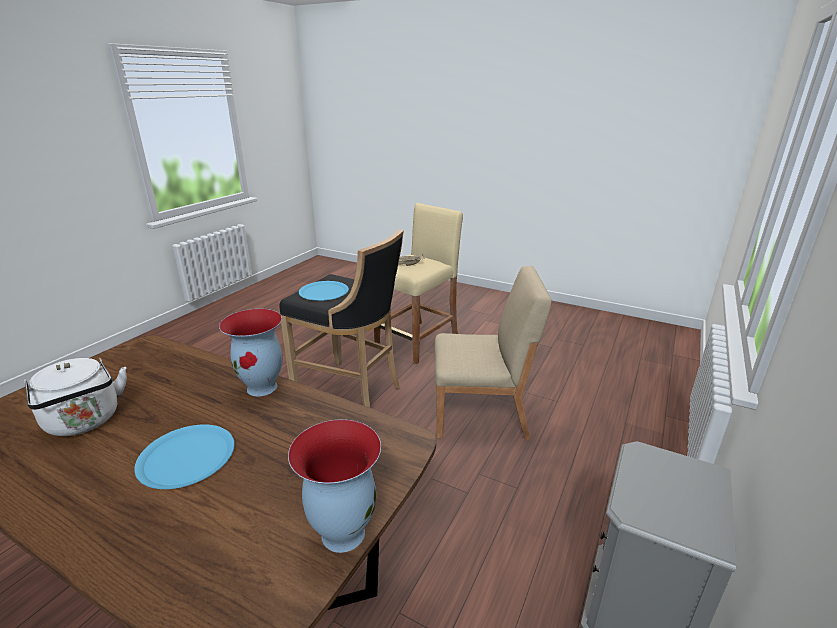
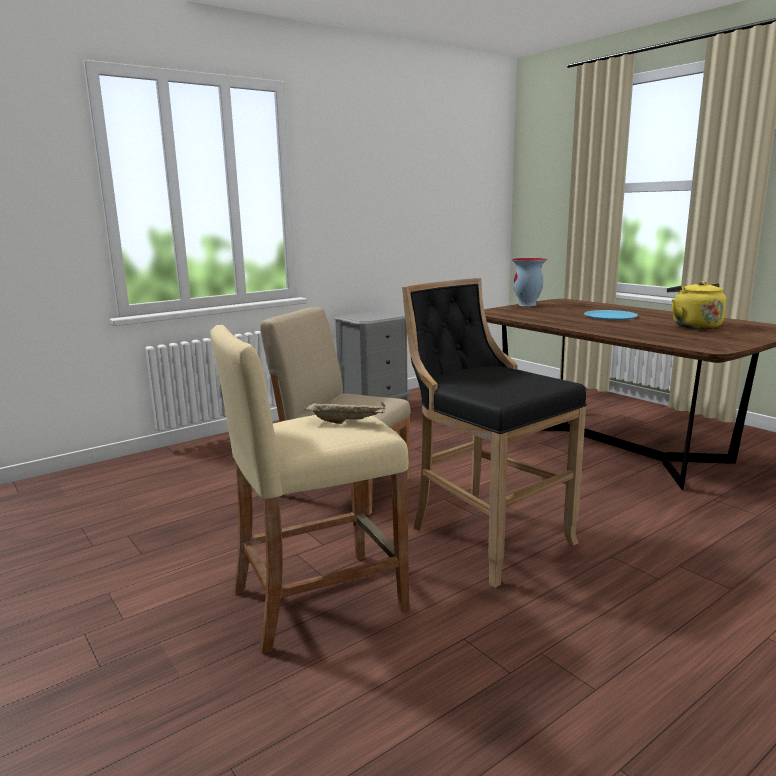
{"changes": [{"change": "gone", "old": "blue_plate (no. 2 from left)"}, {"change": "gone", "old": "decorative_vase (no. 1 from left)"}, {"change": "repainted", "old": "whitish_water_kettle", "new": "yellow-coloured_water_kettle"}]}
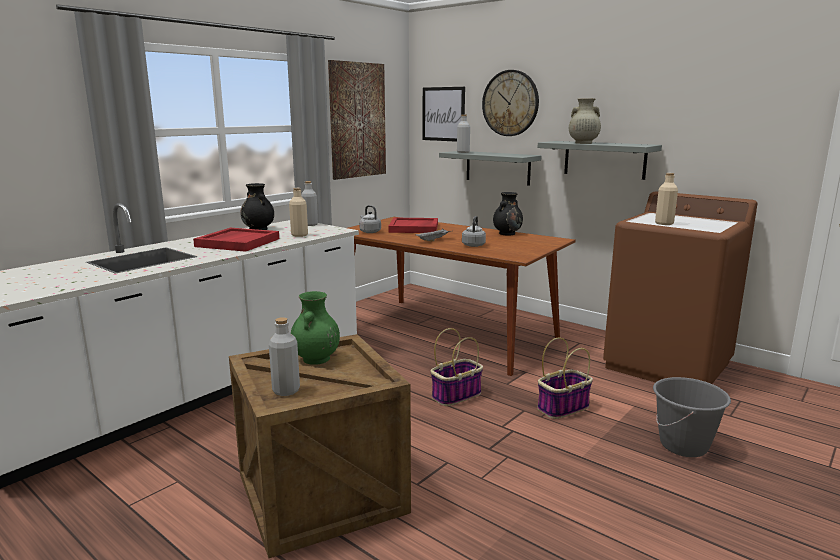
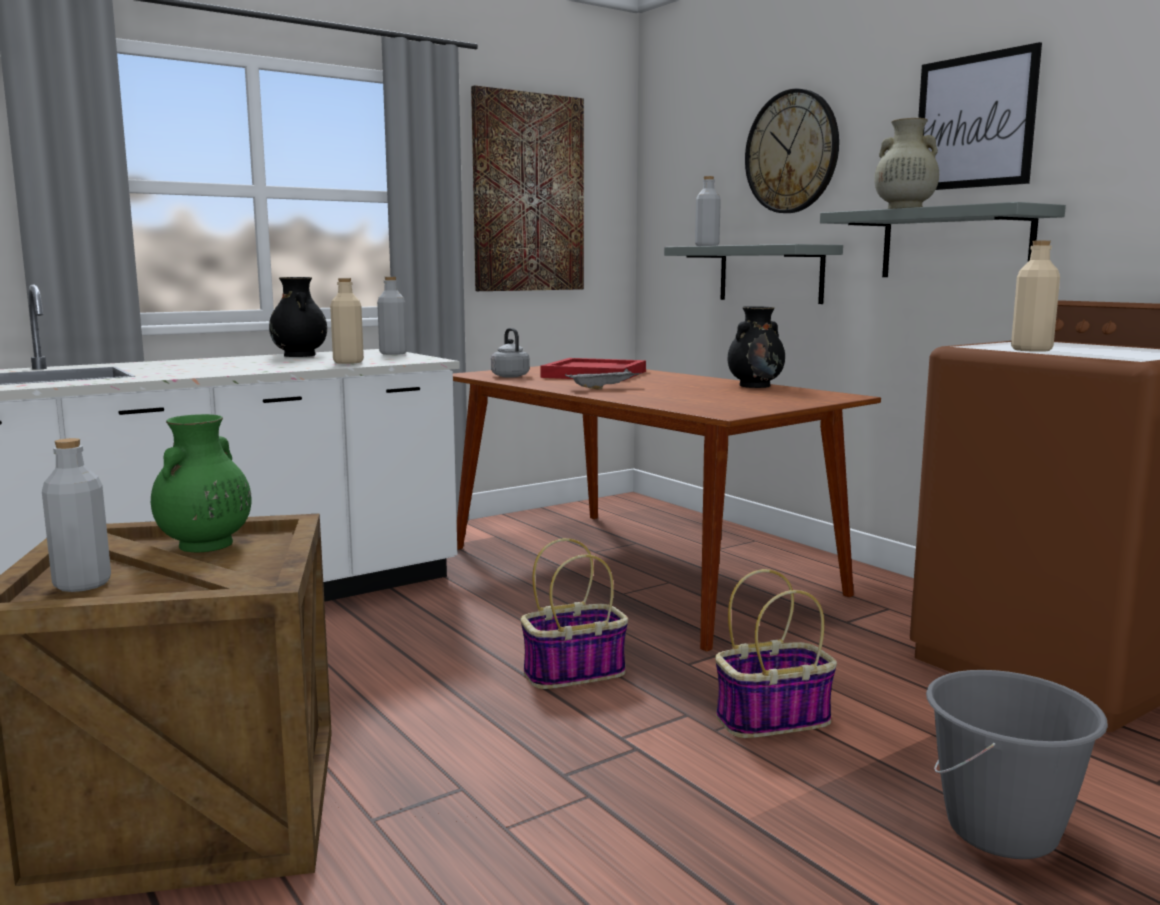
{"changes": [{"change": "shifted", "old": "wall_picture (no. 2 from left)"}, {"change": "gone", "old": "grey_water_kettle (no. 2 from left)"}, {"change": "gone", "old": "red_serving_tray (no. 1 from left)"}]}
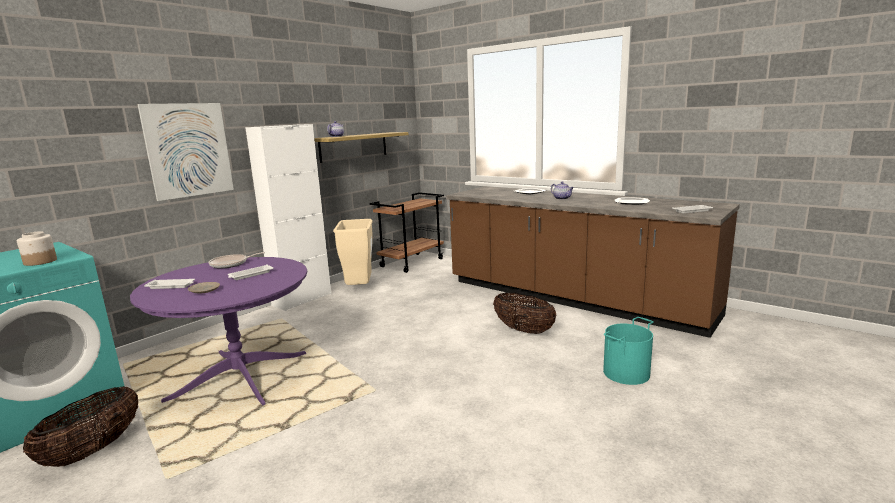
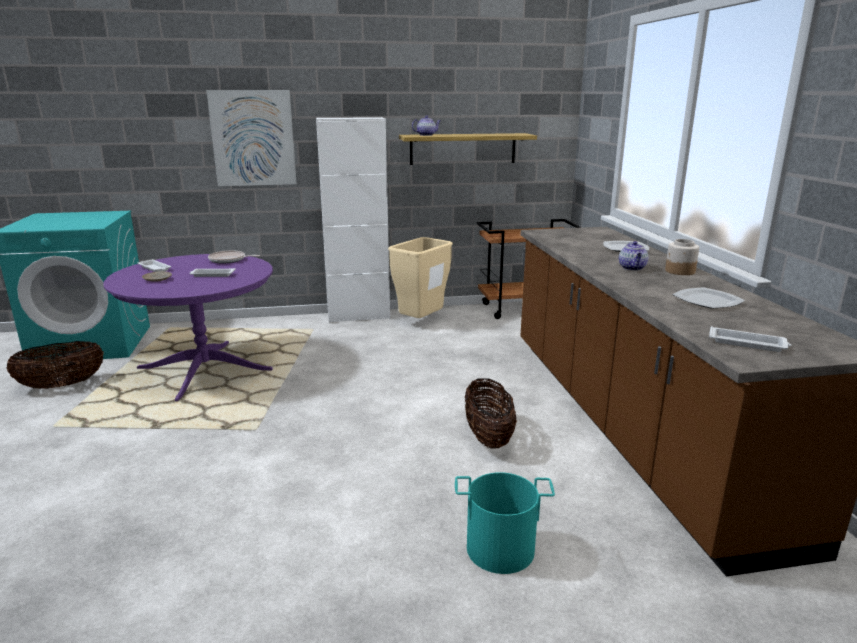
{"changes": [{"change": "shifted", "old": "jar"}]}
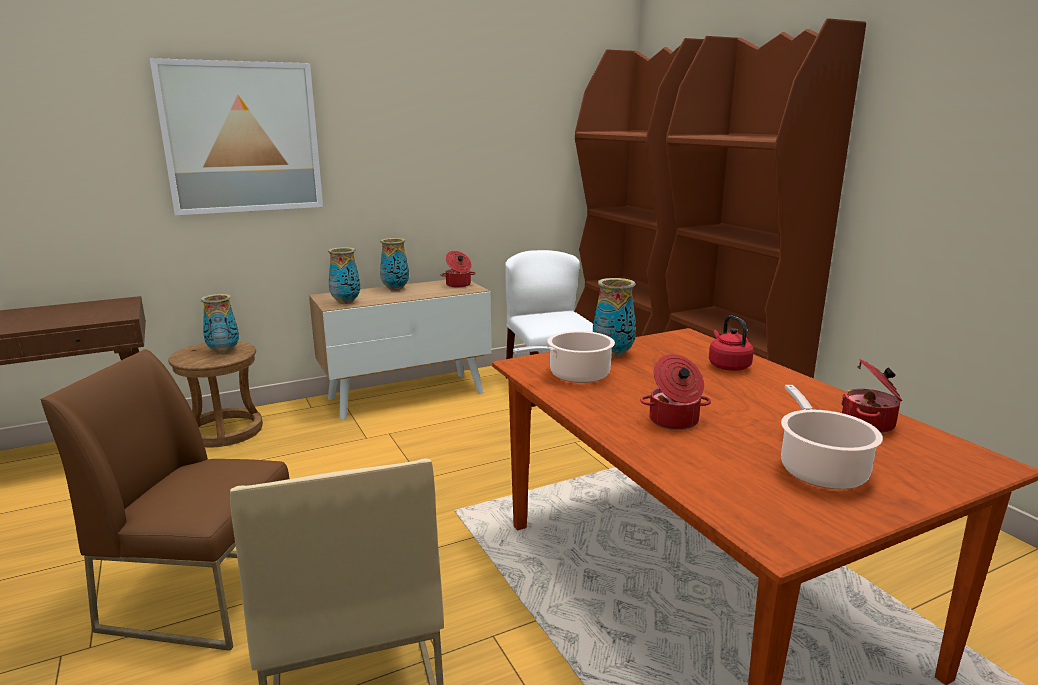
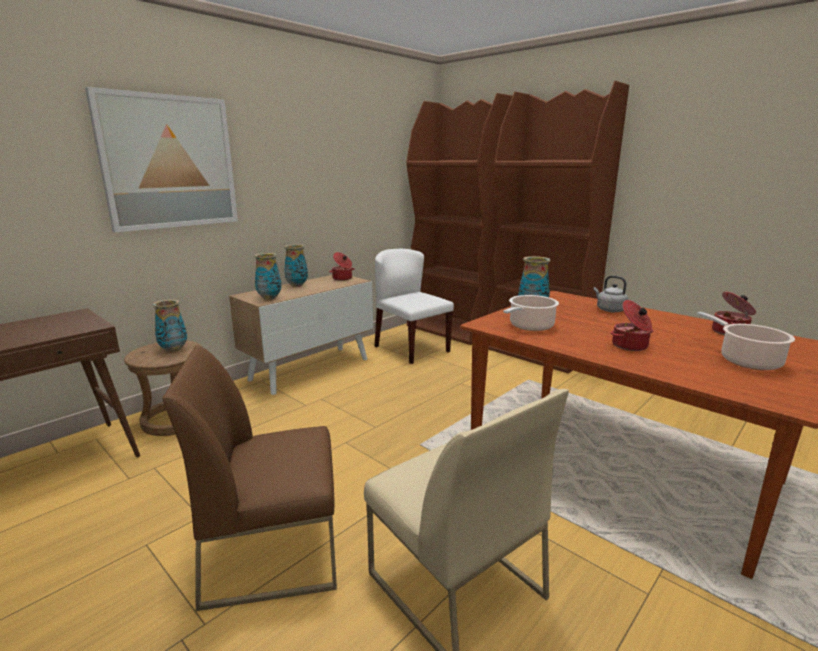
{"changes": [{"change": "repainted", "old": "red_water_kettle", "new": "grey_water_kettle"}]}
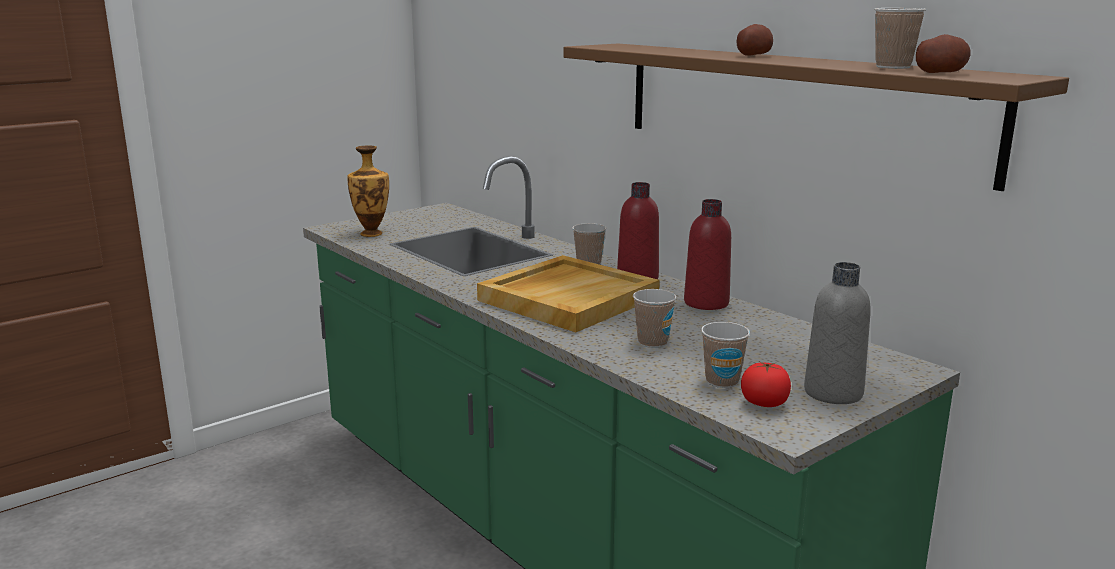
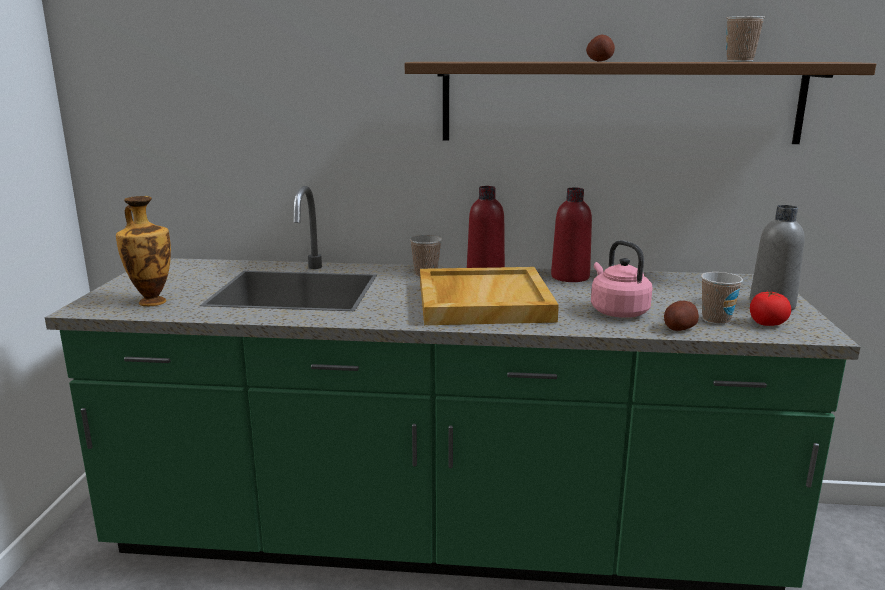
{"changes": [{"change": "shifted", "old": "potato (no. 2 from left)"}, {"change": "swapped", "old": "drinking_cup (no. 2 from left)", "new": "pinkish_water_kettle"}]}
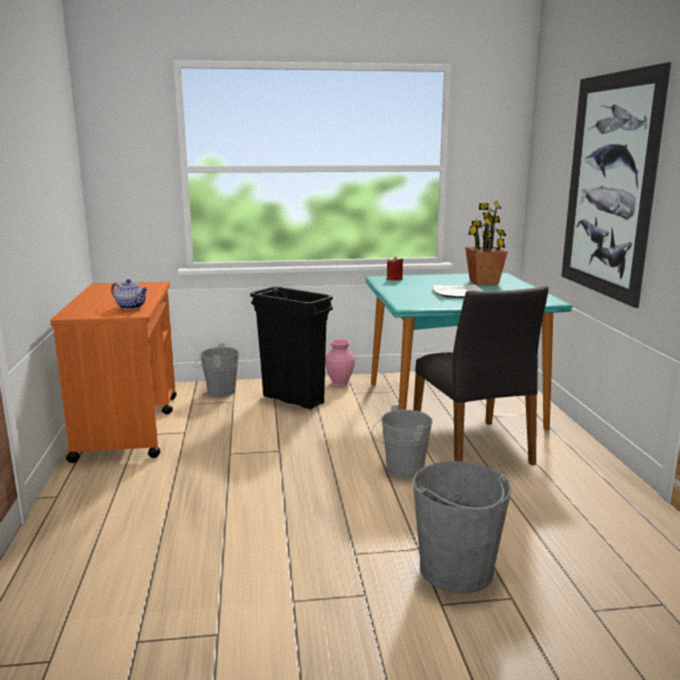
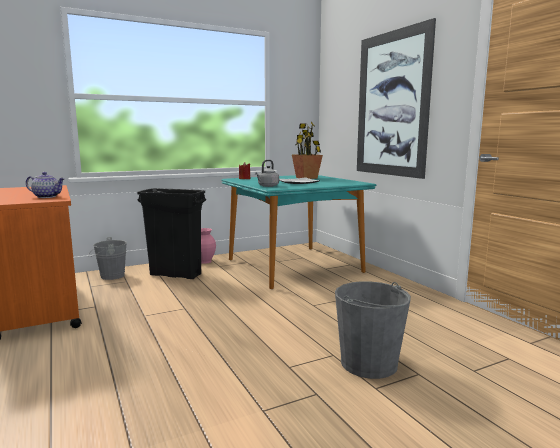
{"changes": [{"change": "gone", "old": "grey_upright_chair"}, {"change": "gone", "old": "grey_water_bucket (no. 2 from left)"}, {"change": "new", "new": "grey_water_kettle"}]}
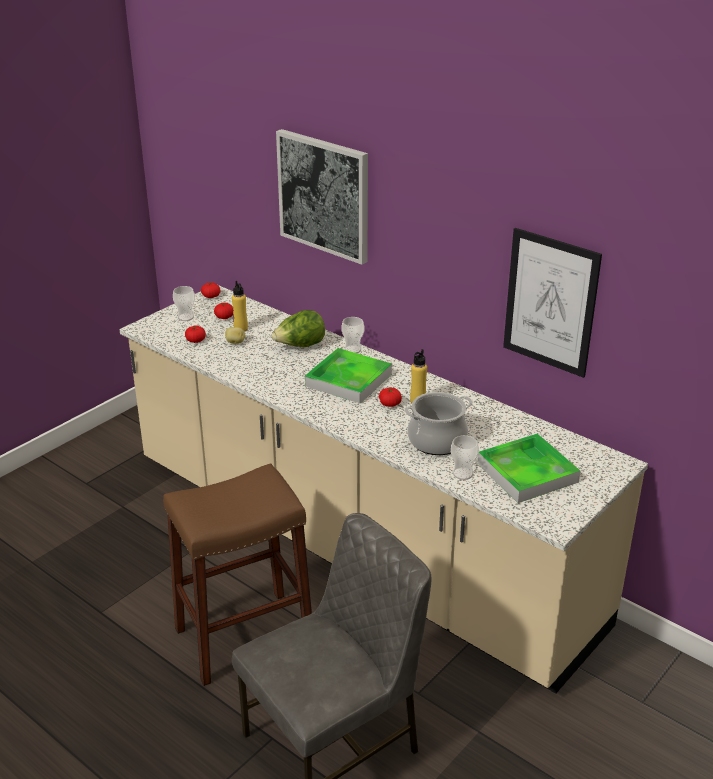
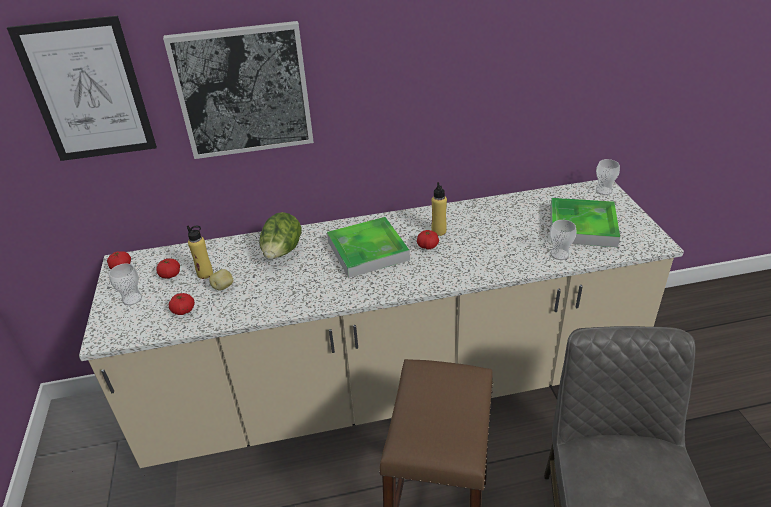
{"changes": [{"change": "shifted", "old": "wall_picture (no. 2 from left in the first image)", "new": "wall_picture (no. 1 from left)"}, {"change": "shifted", "old": "drinking_cup (no. 2 from left in the first image)", "new": "drinking_cup (no. 3 from left)"}, {"change": "gone", "old": "cooking_pot"}]}
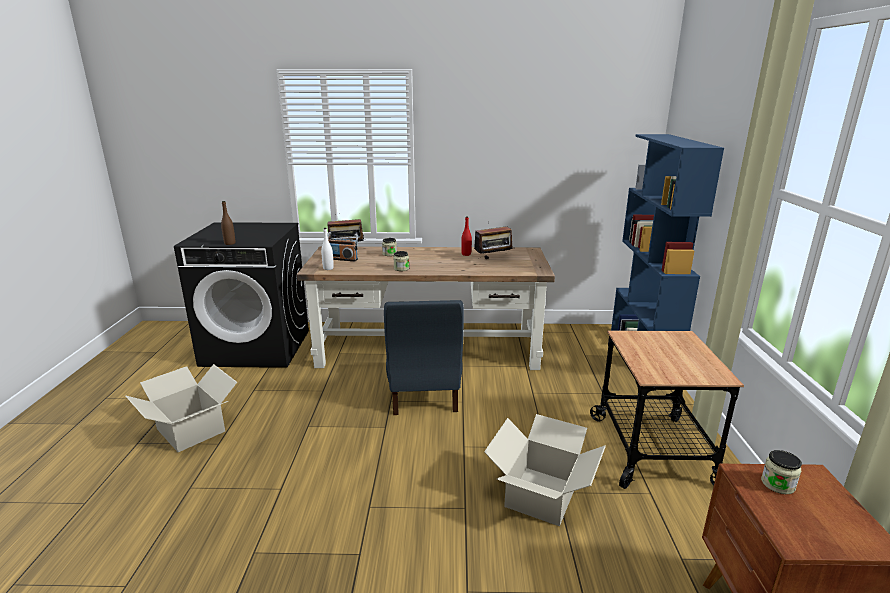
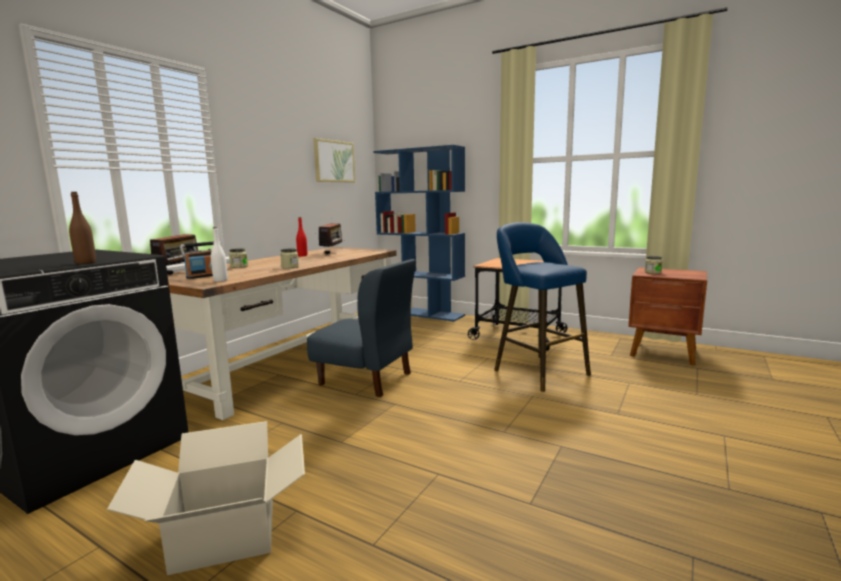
{"changes": [{"change": "swapped", "old": "carton (no. 2 from left)", "new": "blue_stool_seat"}, {"change": "new", "new": "wall_picture"}]}
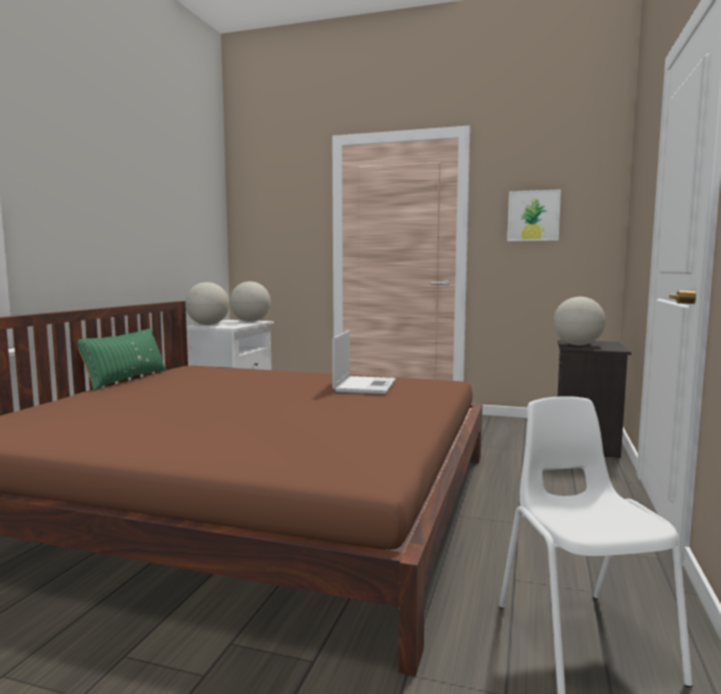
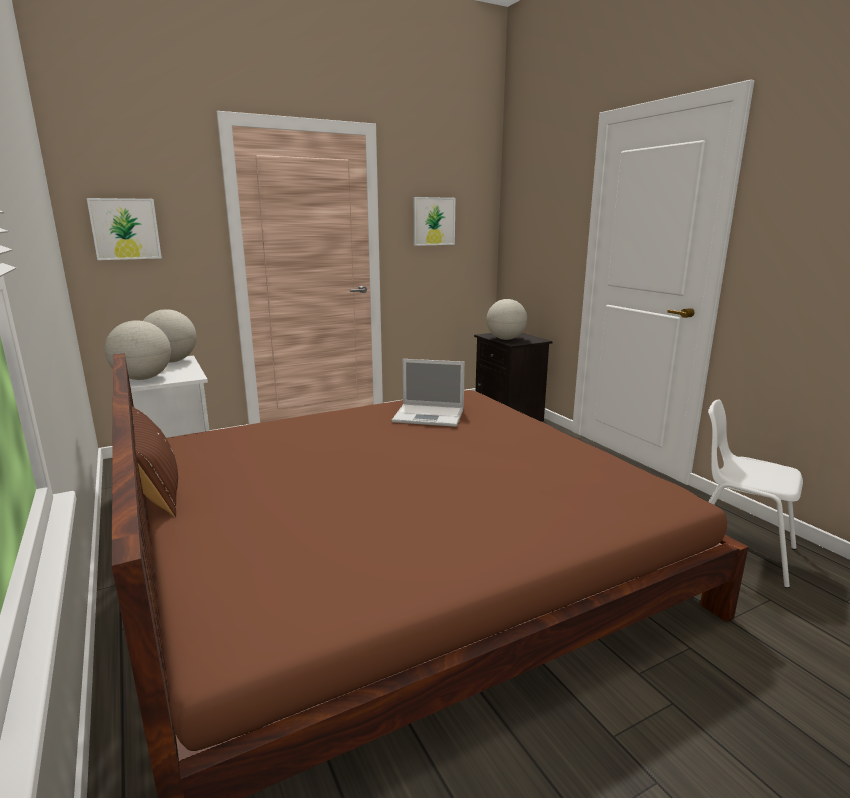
{"changes": [{"change": "repainted", "old": "green_throw_pillow", "new": "brown-coloured_throw_pillow"}, {"change": "rotated", "old": "portable_computer", "degrees": 135}, {"change": "new", "new": "wall_picture (no. 1 from left)"}]}
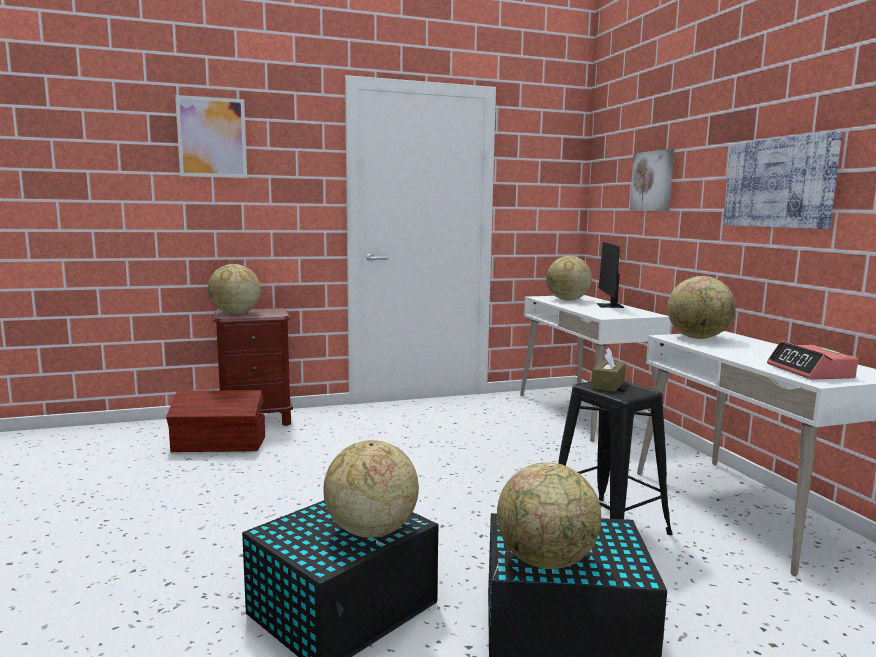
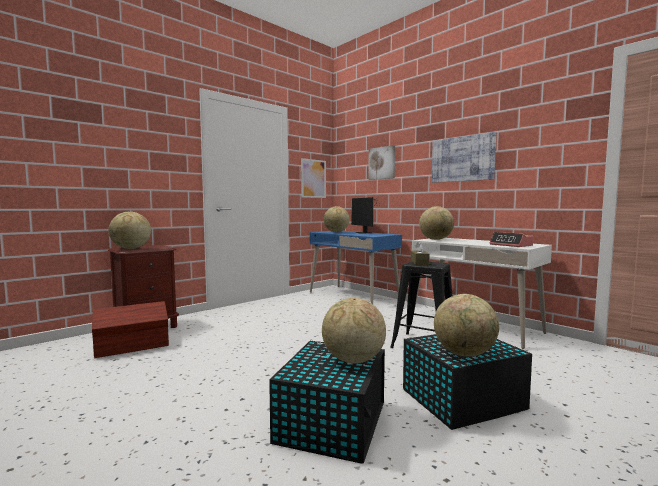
{"changes": [{"change": "shifted", "old": "wall_picture (no. 1 from left)"}, {"change": "repainted", "old": "whitish_desk (no. 1 from left)", "new": "blue_desk"}]}
